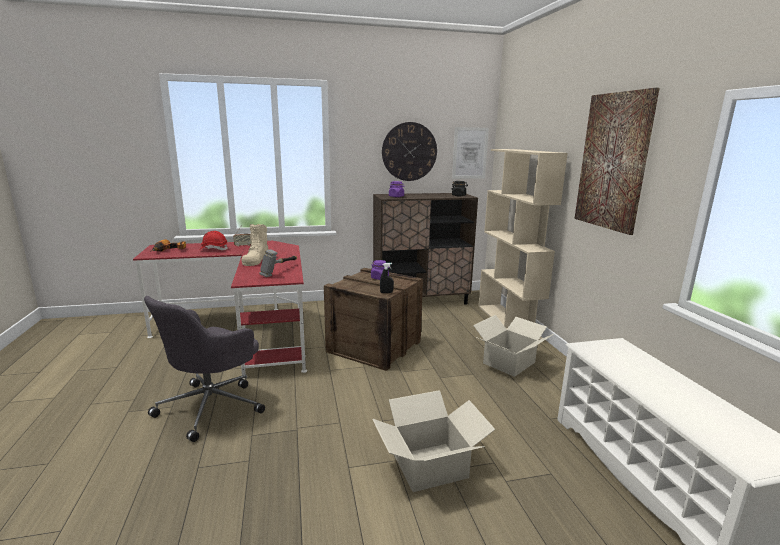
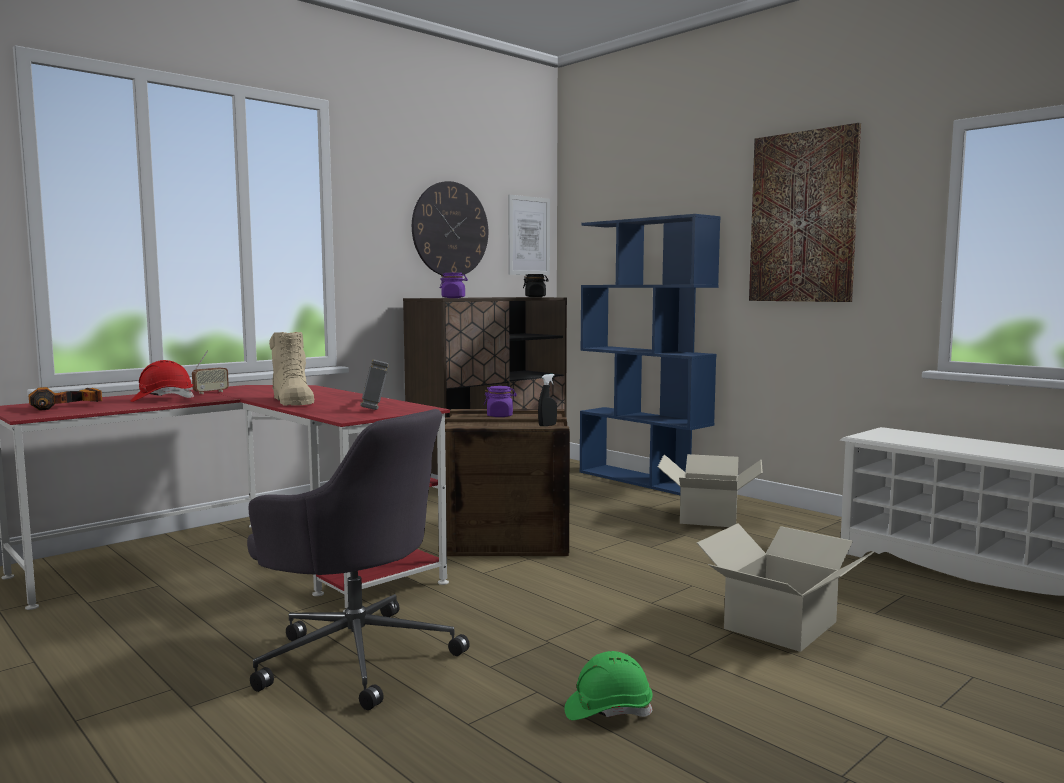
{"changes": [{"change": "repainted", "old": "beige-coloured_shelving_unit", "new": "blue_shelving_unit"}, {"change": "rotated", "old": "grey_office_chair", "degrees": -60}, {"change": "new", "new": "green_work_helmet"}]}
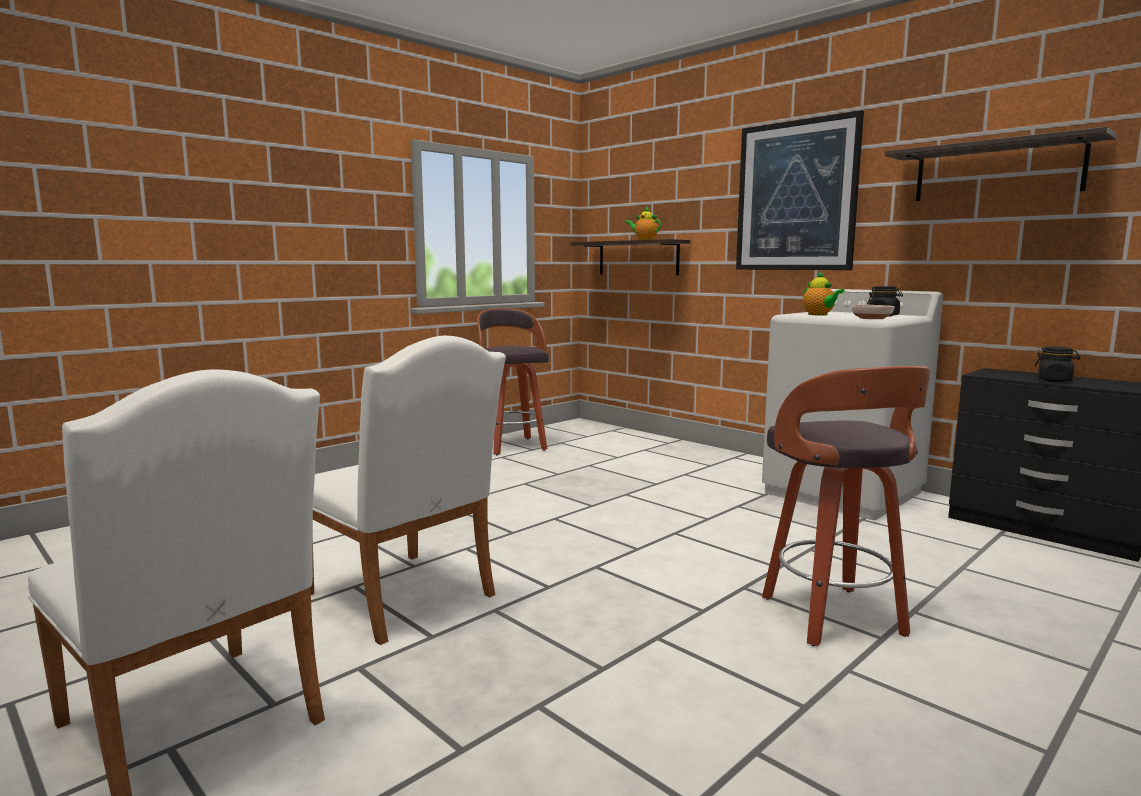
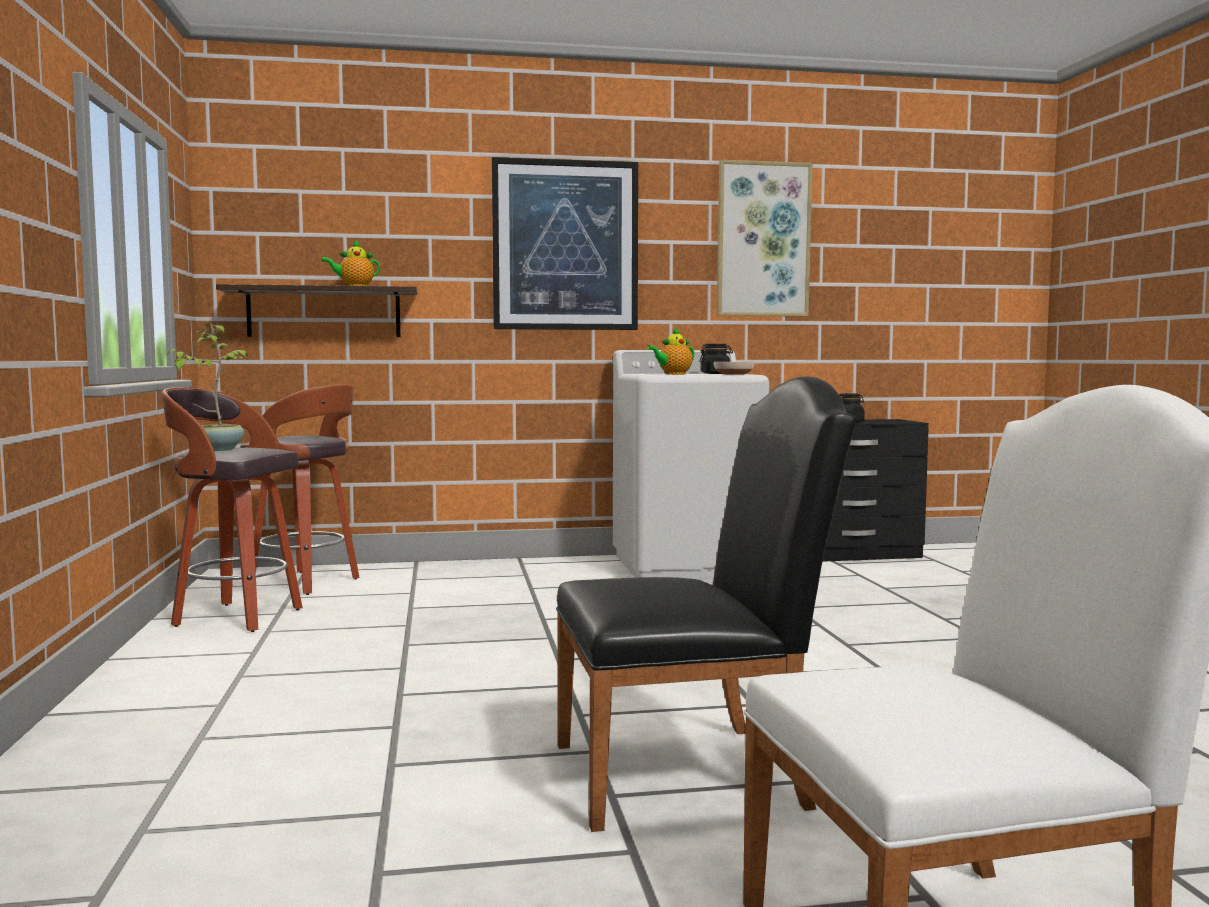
{"changes": [{"change": "swapped", "old": "shelf (no. 2 from left)", "new": "wall_picture (no. 2 from left)"}, {"change": "rotated", "old": "teapot (no. 2 from left)", "degrees": 135}, {"change": "repainted", "old": "whitish_upright_chair (no. 2 from left)", "new": "blackish_upright_chair"}, {"change": "shifted", "old": "stool_seat (no. 2 from left)"}, {"change": "new", "new": "plant_in_a_pot"}]}
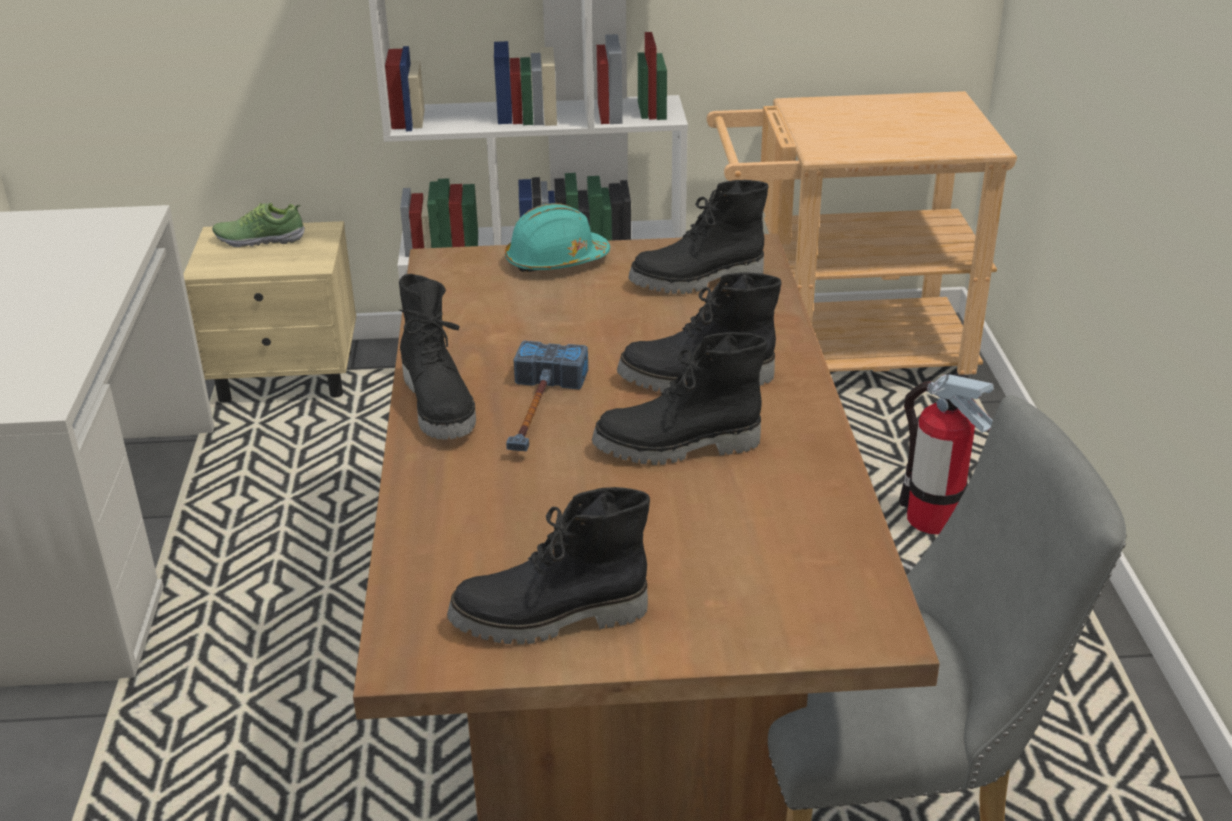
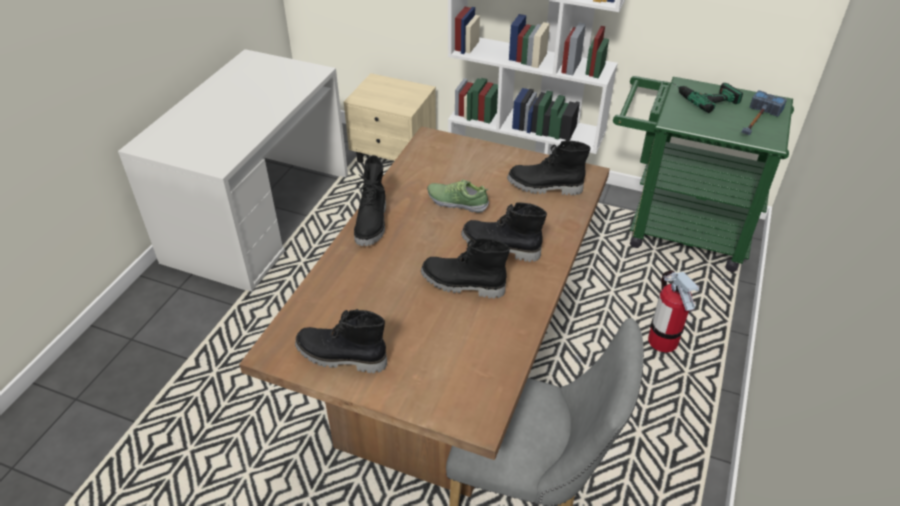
{"changes": [{"change": "repainted", "old": "beige-coloured_wheeled_cart", "new": "green_wheeled_cart"}, {"change": "shifted", "old": "low_shoe"}, {"change": "gone", "old": "turquoise_work_helmet"}, {"change": "shifted", "old": "hand_hammer"}, {"change": "new", "new": "drill"}]}
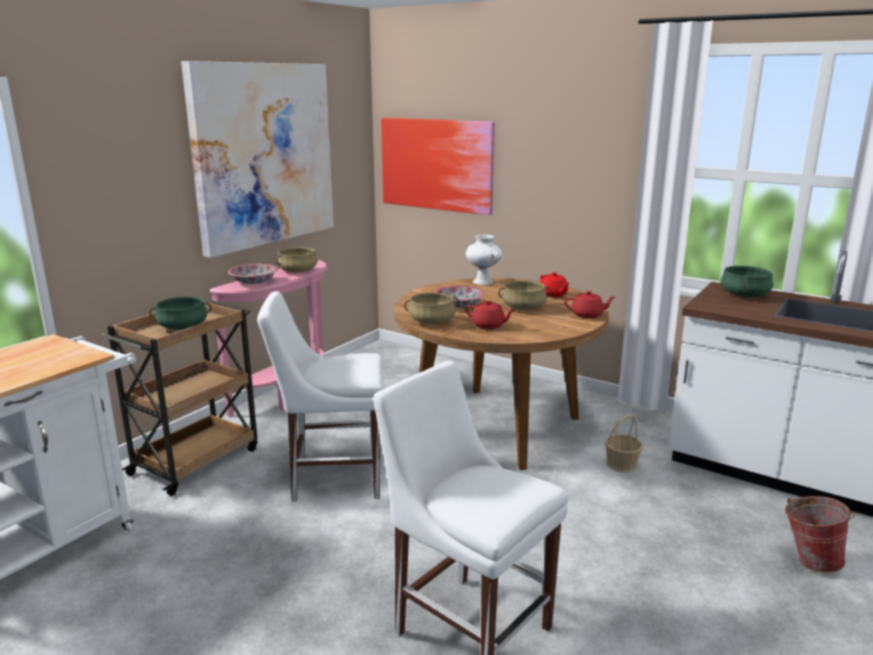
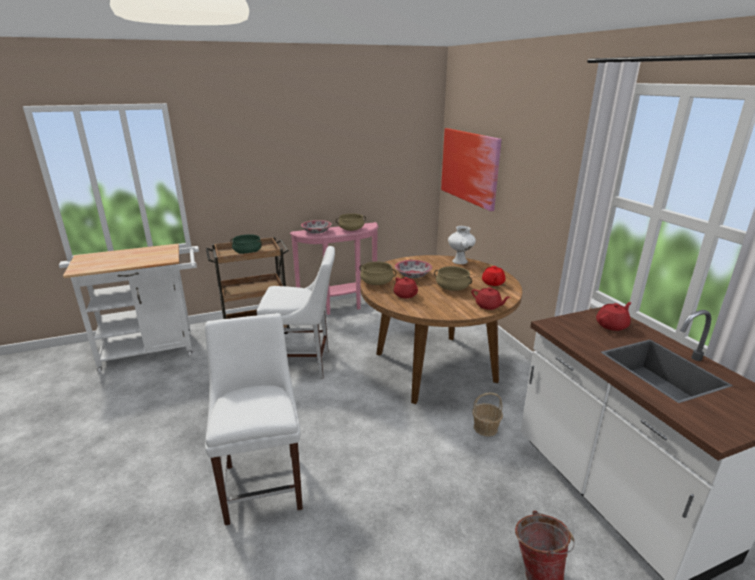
{"changes": [{"change": "gone", "old": "wall_picture (no. 1 from left)"}, {"change": "swapped", "old": "green_cooking_pot (no. 2 from left)", "new": "red_teapot (no. 4 from left)"}, {"change": "rotated", "old": "whitish_upright_chair (no. 1 from left in the first image)", "degrees": 150}]}
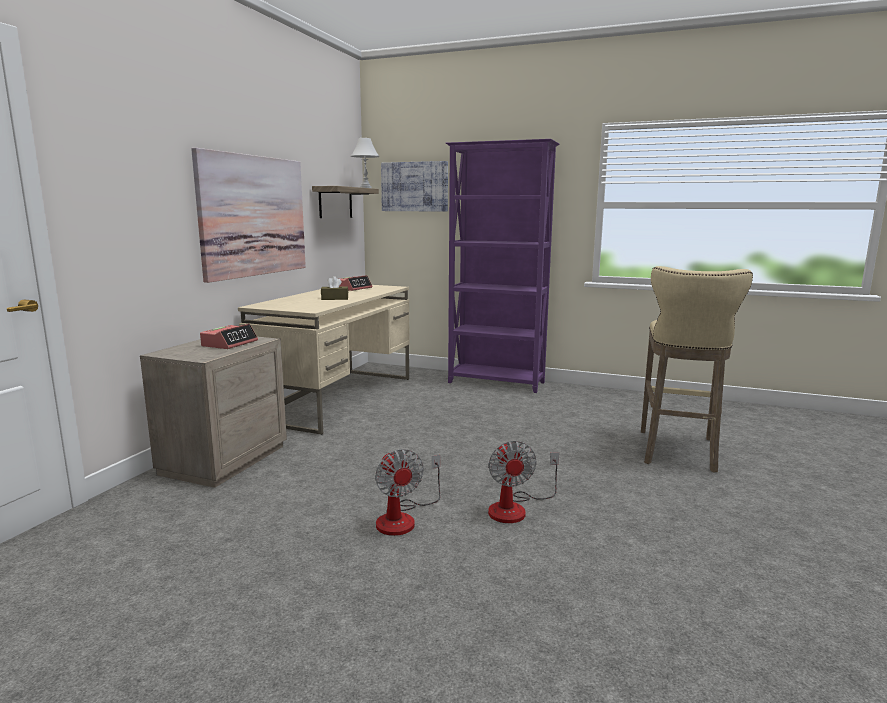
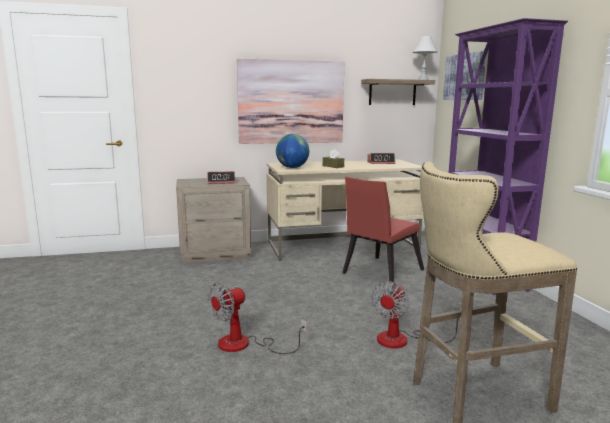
{"changes": [{"change": "shifted", "old": "cooling_fan (no. 1 from left in the first image)", "new": "cooling_fan (no. 2 from left)"}, {"change": "new", "new": "desk_globe"}, {"change": "new", "new": "red_upright_chair"}]}
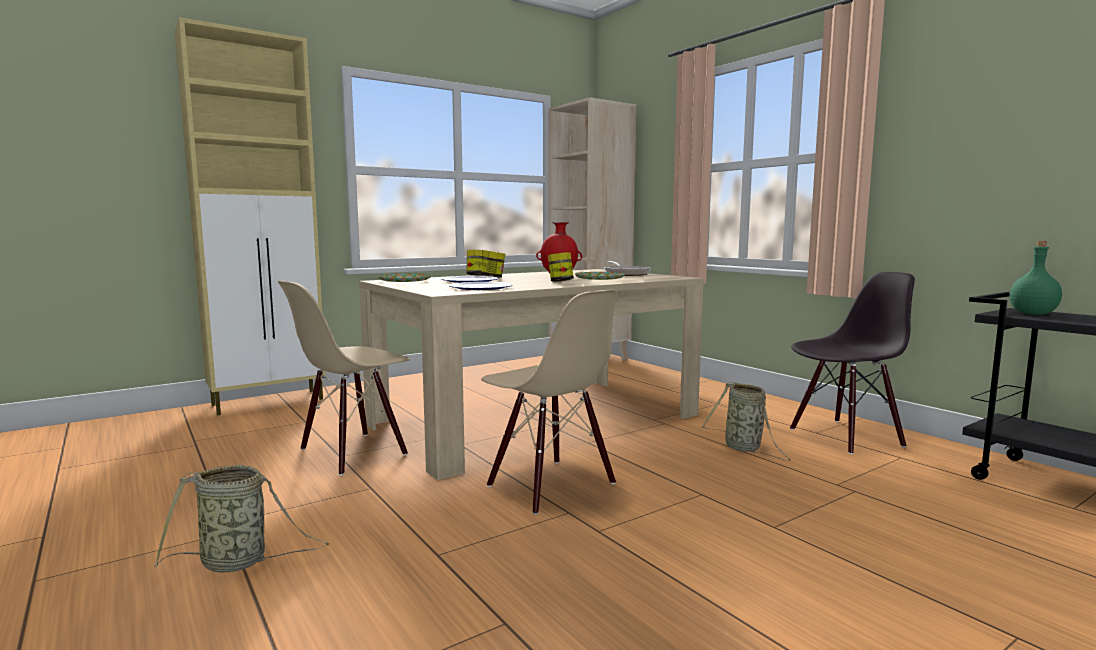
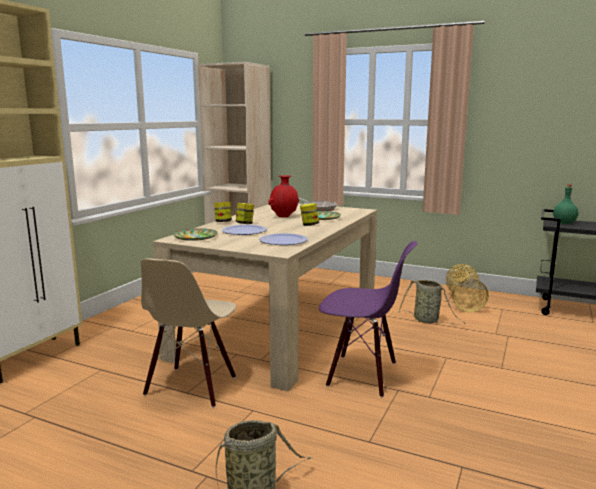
{"changes": [{"change": "swapped", "old": "blackish_upright_chair", "new": "basket (no. 3 from left)"}, {"change": "repainted", "old": "beige-coloured_upright_chair (no. 2 from left)", "new": "purple_upright_chair"}]}
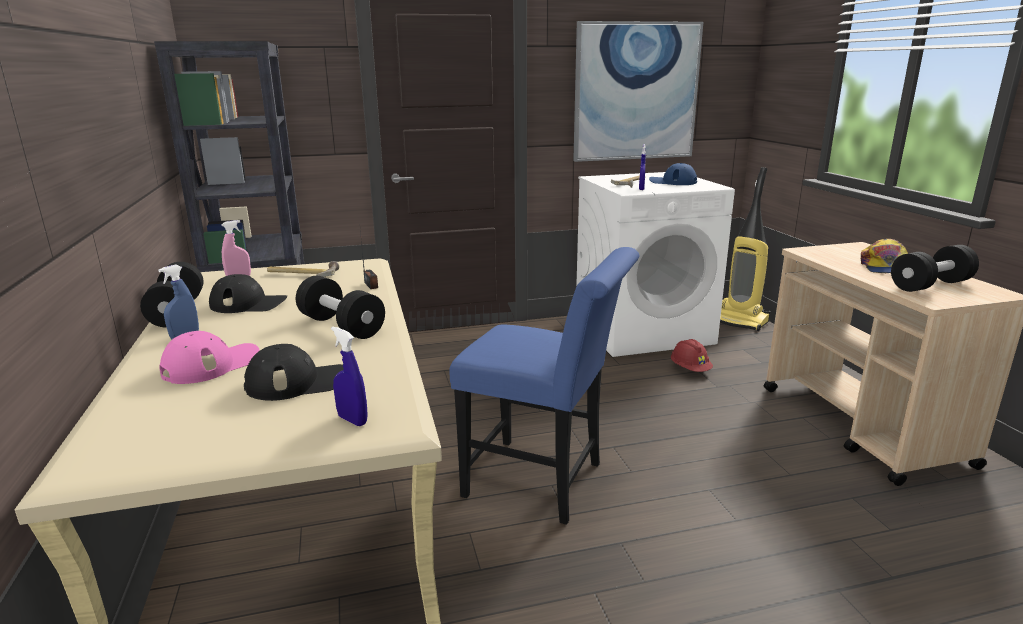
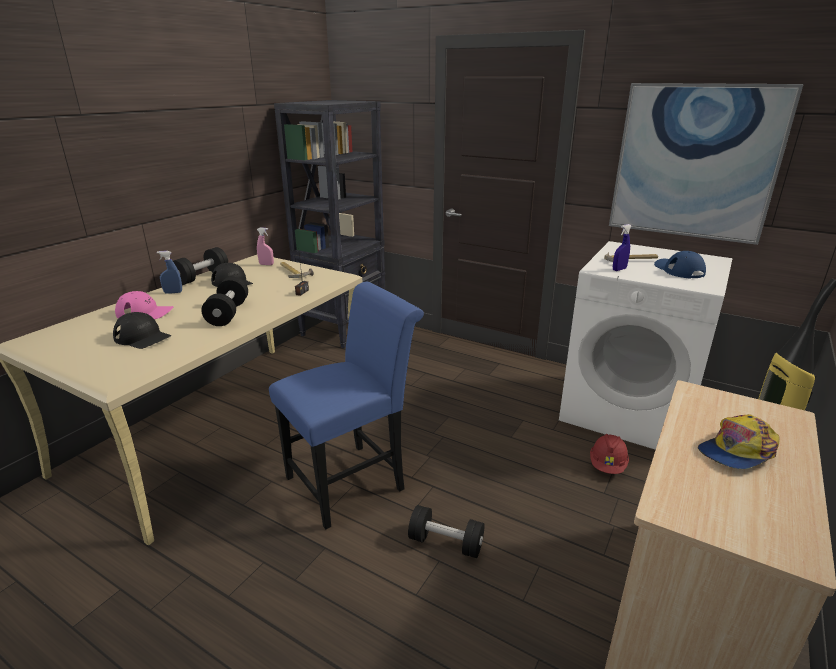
{"changes": [{"change": "shifted", "old": "blackish_hand_weight (no. 3 from left)"}, {"change": "rotated", "old": "blue_upright_chair", "degrees": -105}, {"change": "gone", "old": "blue_sprayer (no. 2 from left)"}]}
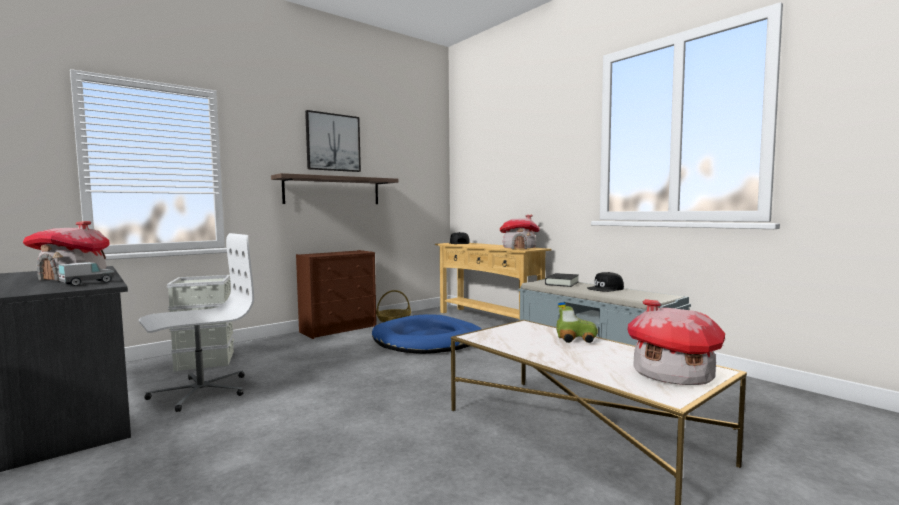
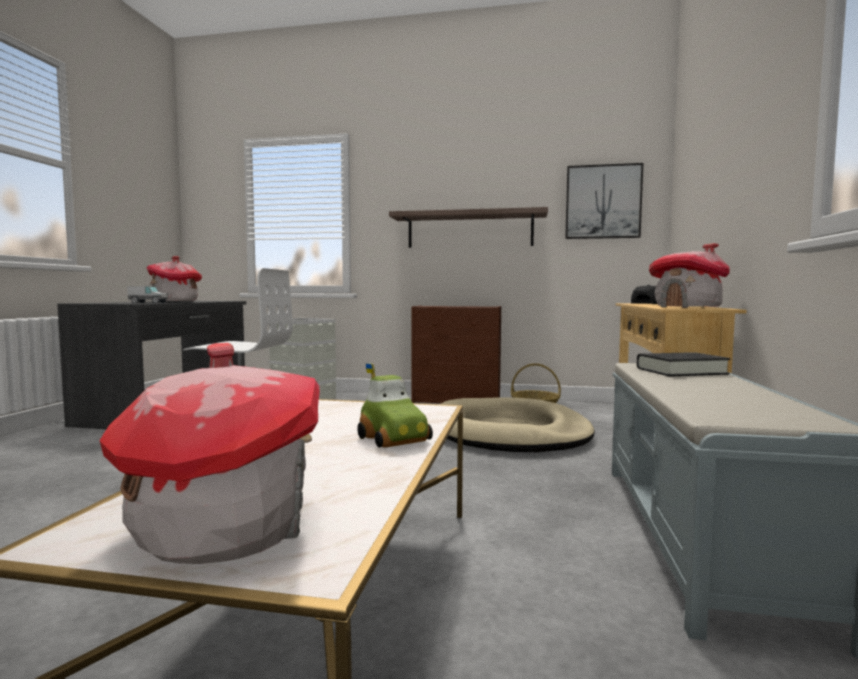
{"changes": [{"change": "shifted", "old": "wall_picture"}, {"change": "gone", "old": "blackish_baseball_cap (no. 2 from left)"}, {"change": "repainted", "old": "blue_dog_bed", "new": "beige-coloured_dog_bed"}]}
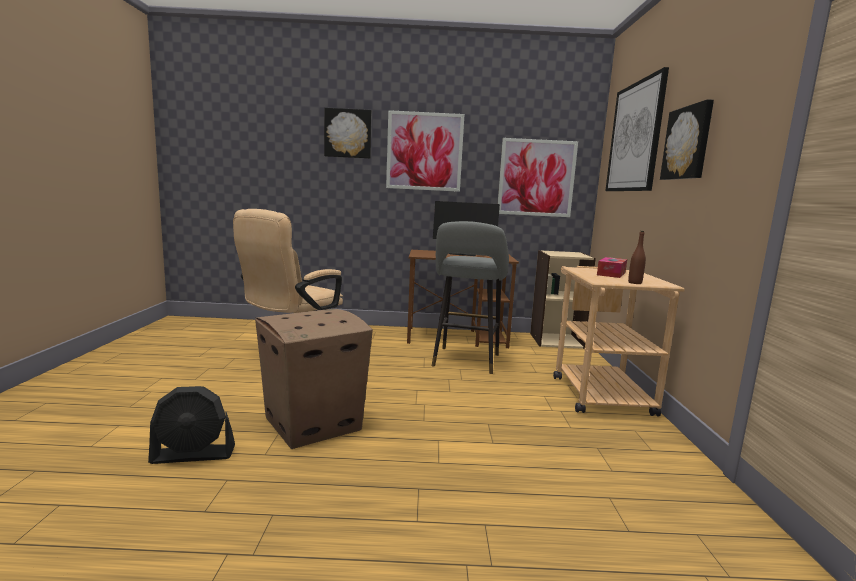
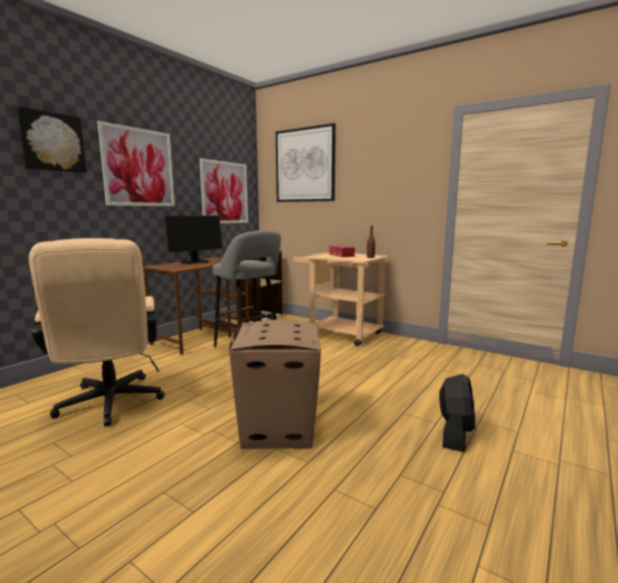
{"changes": [{"change": "gone", "old": "wall_picture (no. 5 from left)"}, {"change": "shifted", "old": "blackish_cooling_fan"}]}
